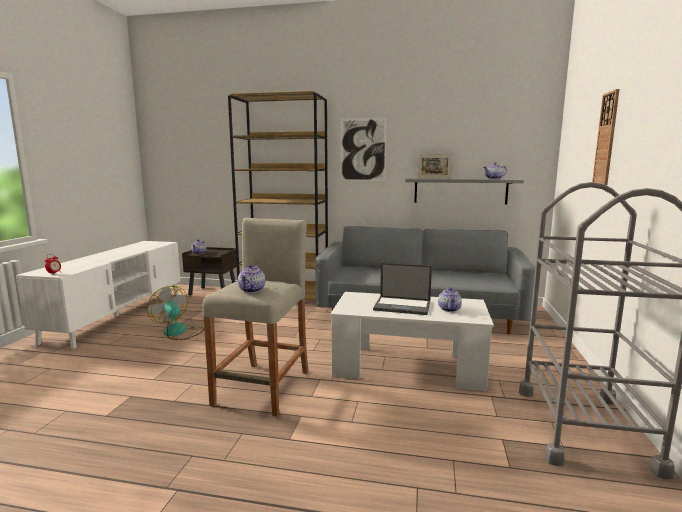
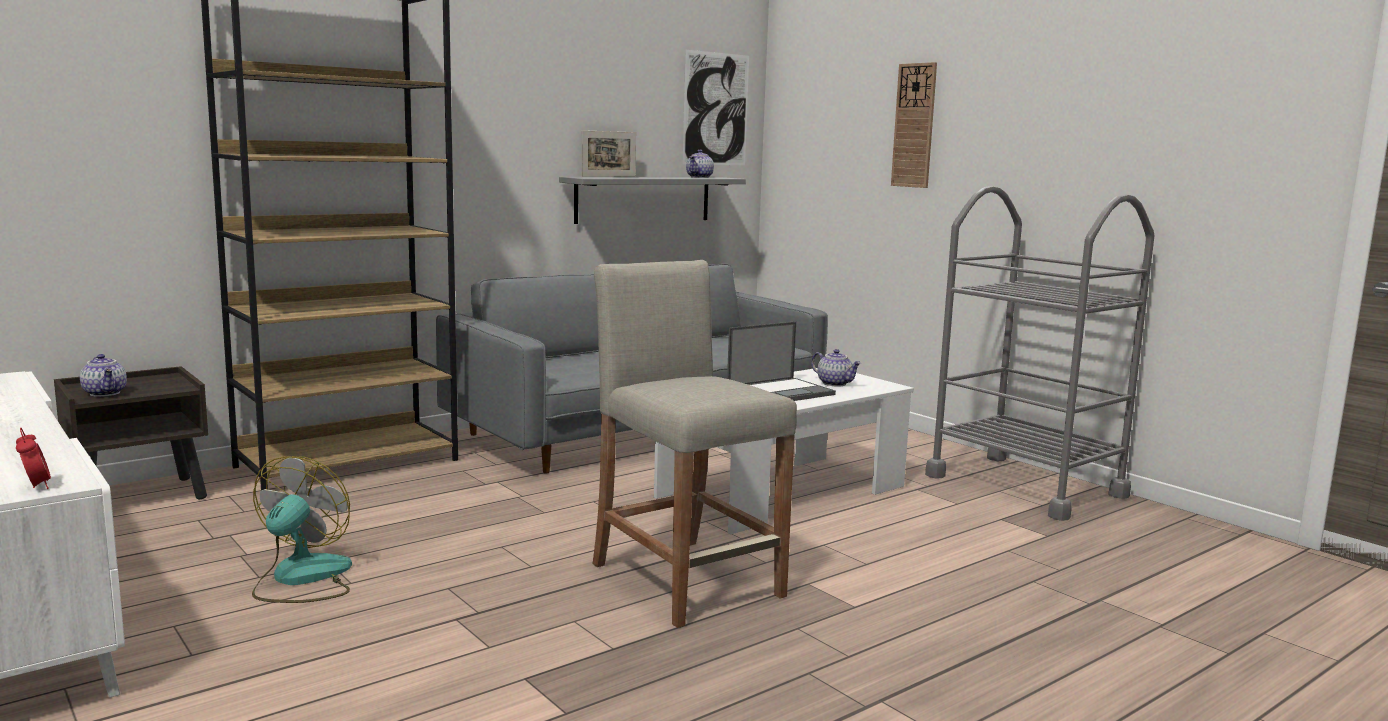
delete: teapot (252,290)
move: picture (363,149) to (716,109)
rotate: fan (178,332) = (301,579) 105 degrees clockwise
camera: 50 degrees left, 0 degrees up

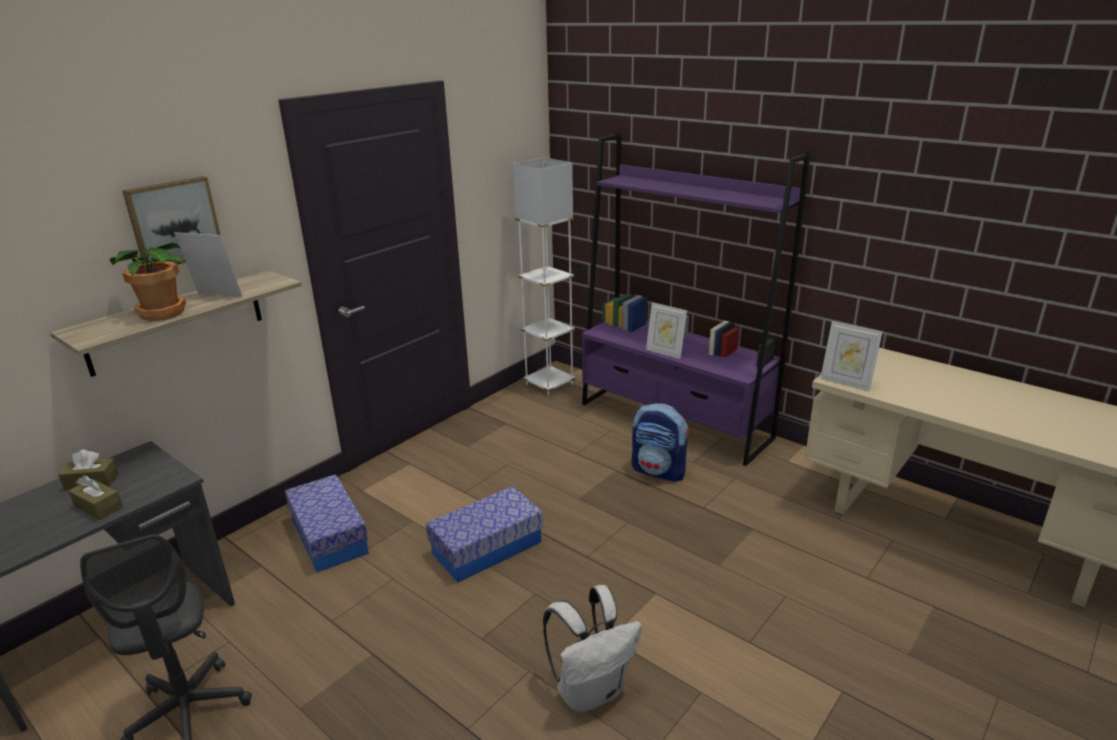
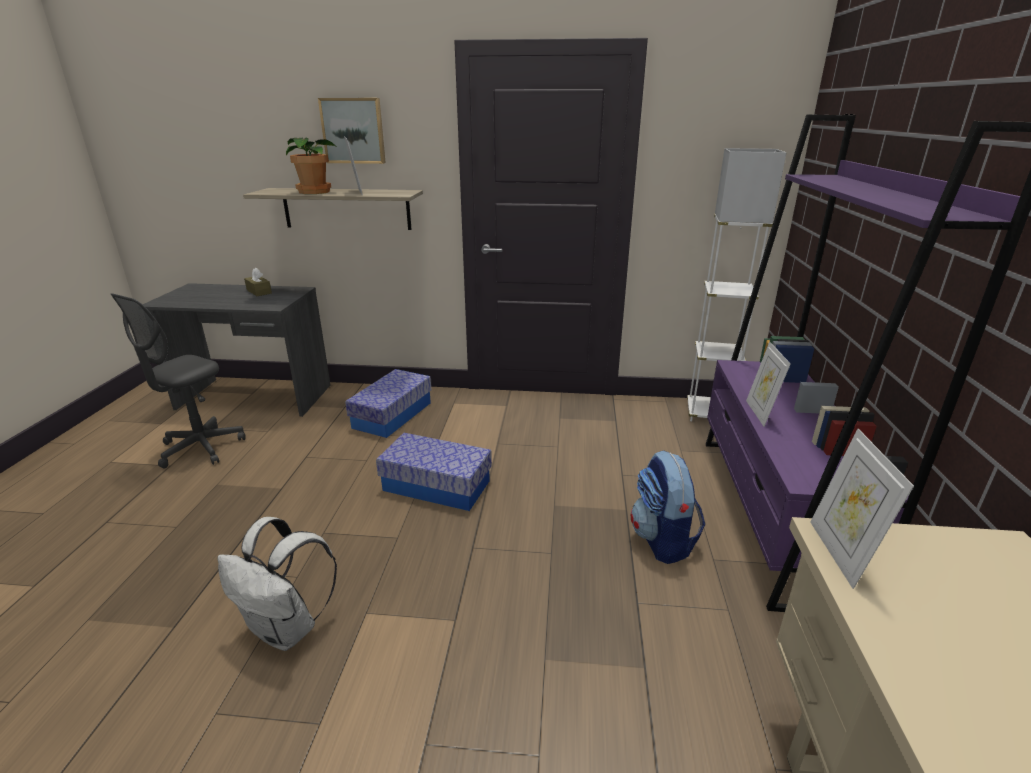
delete: brown_tissue_box (98,507)
camera: 55 degrees right, 0 degrees up

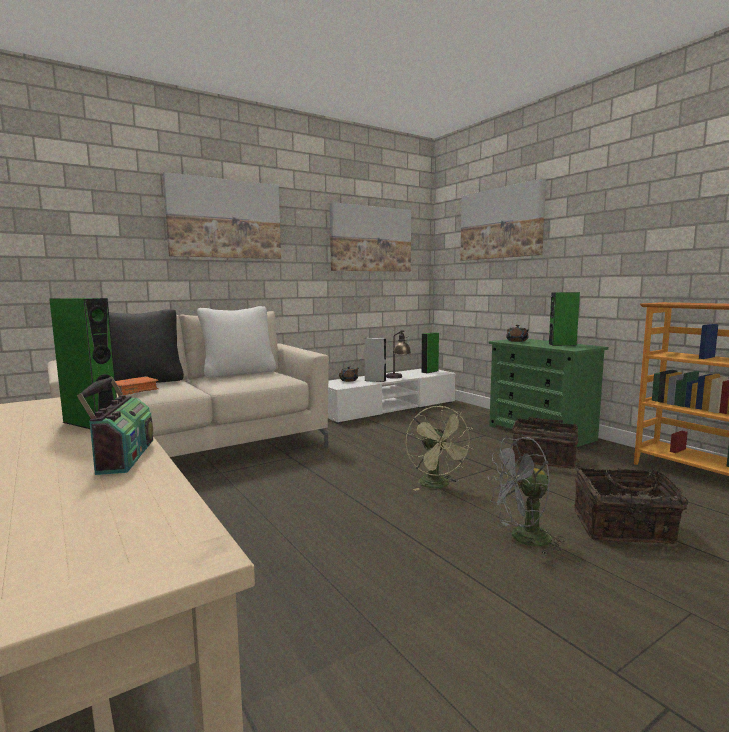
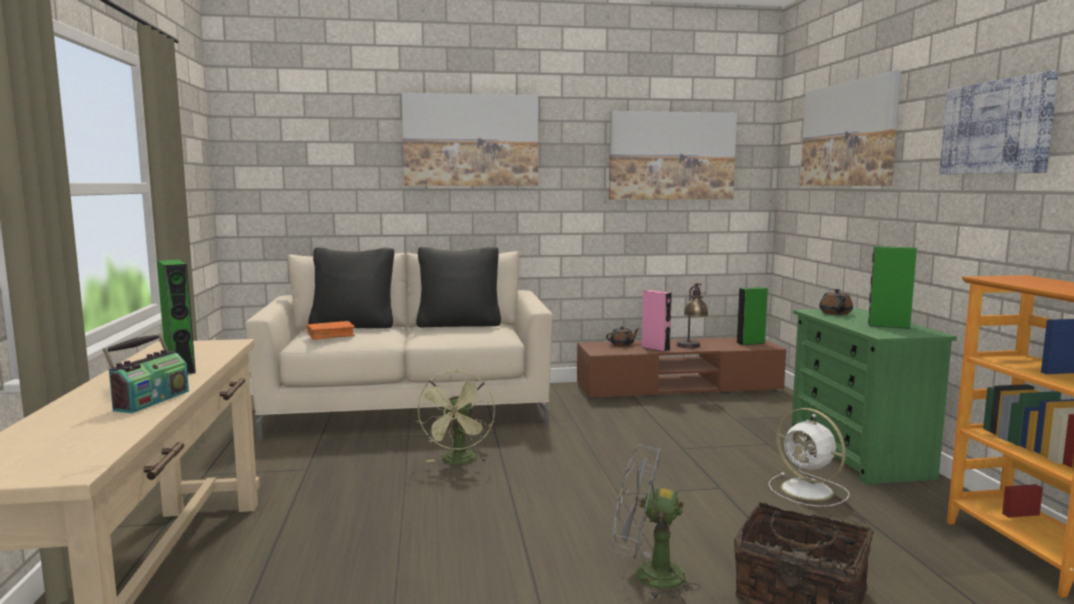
insert: picture (995,127)
move: green_fan (438,485) to (459,462)
replace: basket (543,460) to white_fan (809,491)
recolor: white_pillow (239,373) to black_pillow (459,324); grey_speaker (375,380) to pink_speaker (655,348); white_tv_stand (388,408) to brown_tv_stand (678,387)
camera: 25 degrees right, 0 degrees up

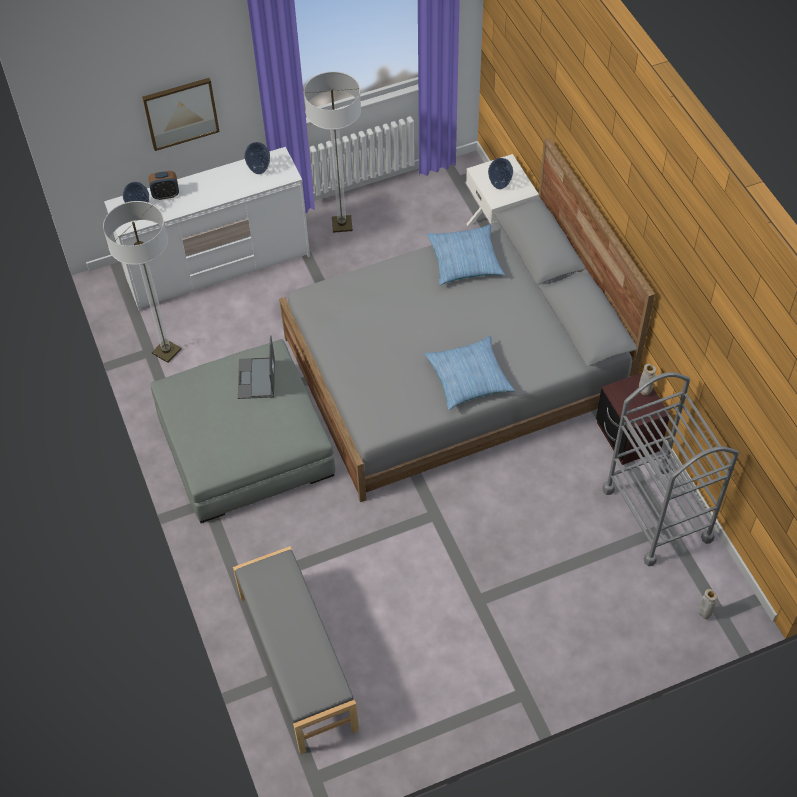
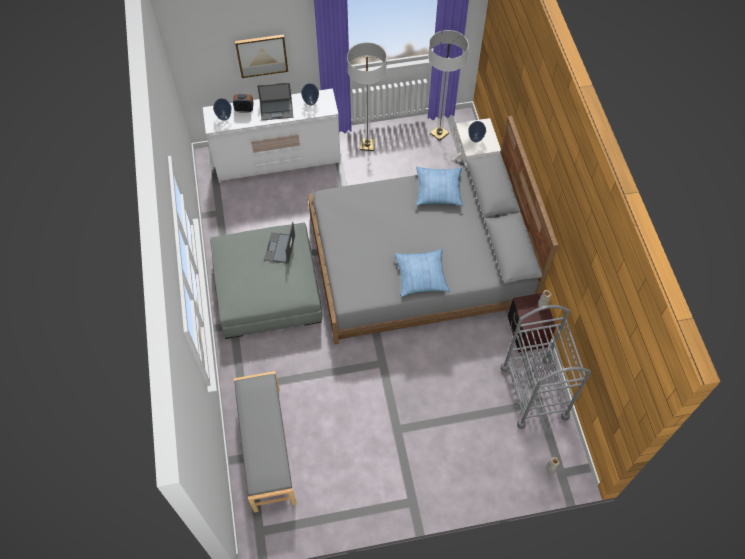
insert: laptop (277,109)
move: floor_lamp (166,351) to (439,133)
camera: 10 degrees right, 5 degrees up

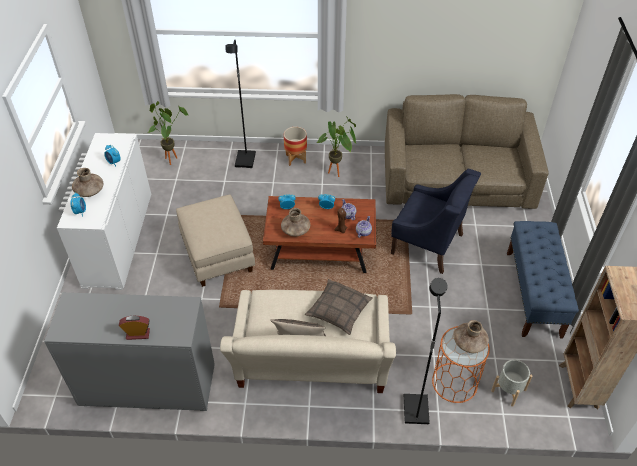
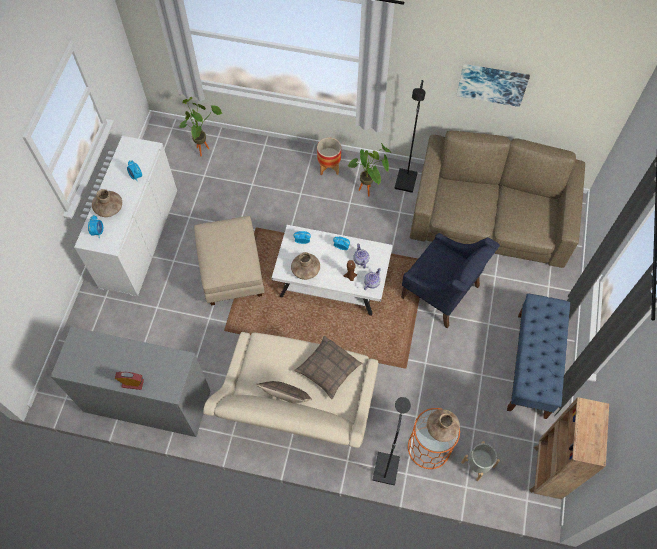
insert: picture (492,83)
move: black_floor_lamp (246,160) to (406,182)
recolor: brown_coffee_table (319,250) to white_coffee_table (331,282)
camera: 10 degrees right, 15 degrees up

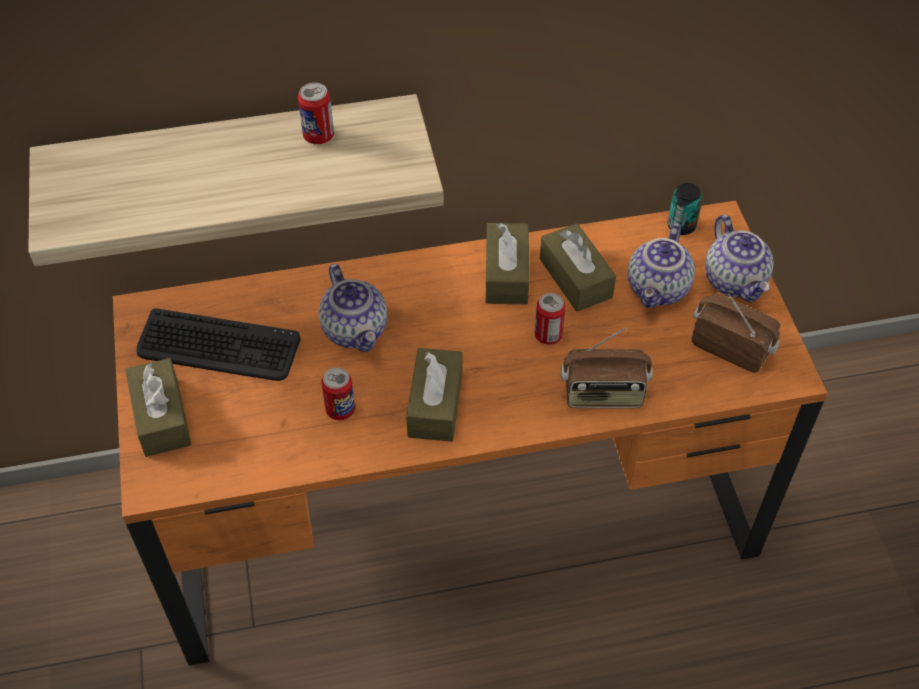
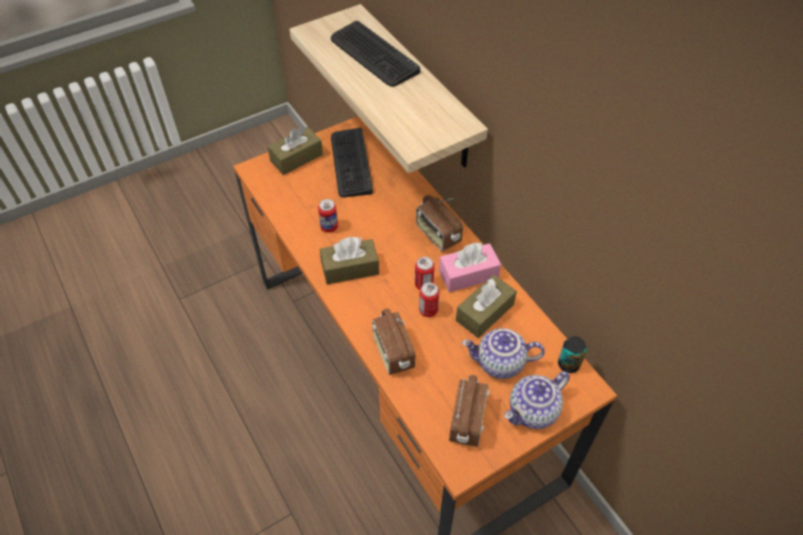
delete: teapot (356,330)
insert: keyboard (373,55); radio (437,235)
move: can (318,136) to (424,284)
recolor: brown_tissue_box (506,274) to pink_tissue_box (468,274)
camera: 70 degrees right, 0 degrees up

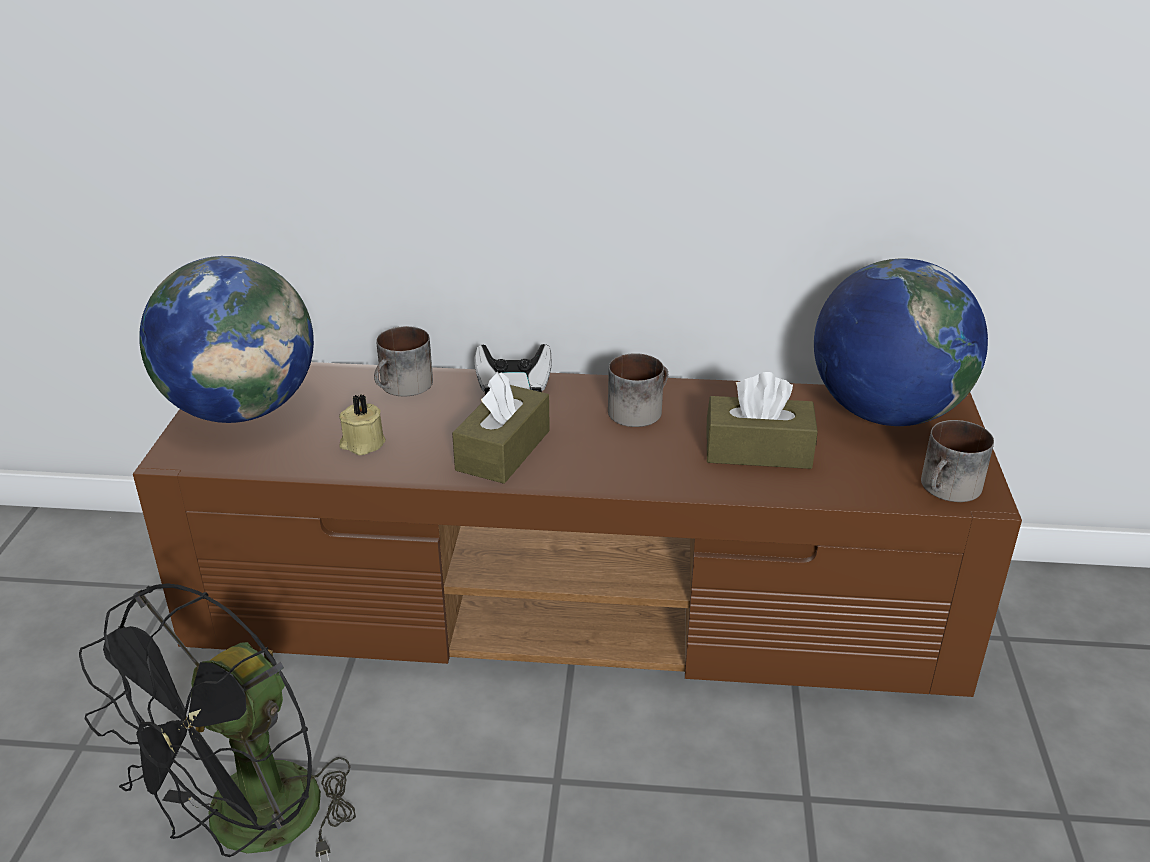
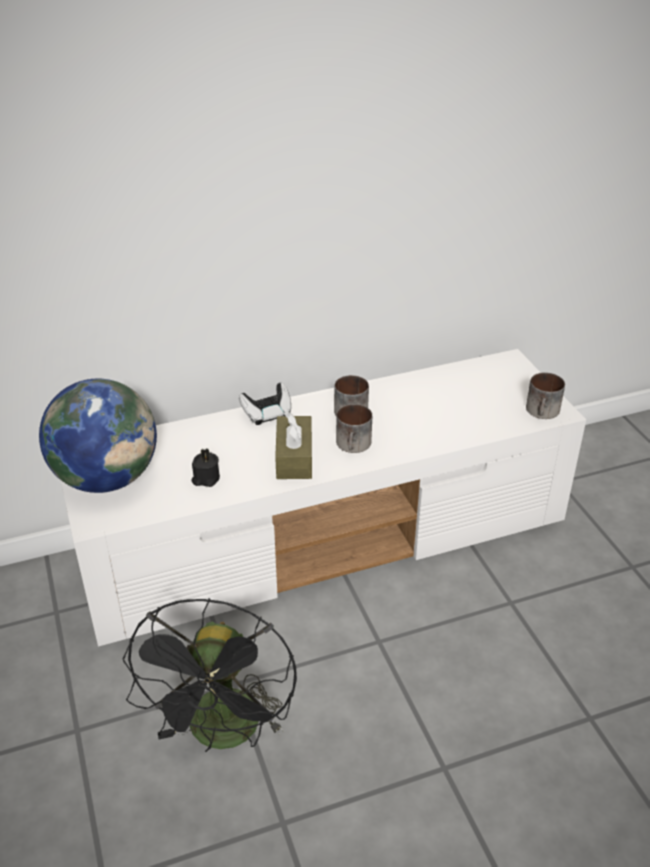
delete: globe (885,413); brown_tissue_box (758,450)
move: mug (403,387) to (354,445)
recolor: brown_tv_stand (580,608) to white_tv_stand (327,539); beige_candle (362,444) to black_candle (205,478)
camera: 25 degrees left, 5 degrees up

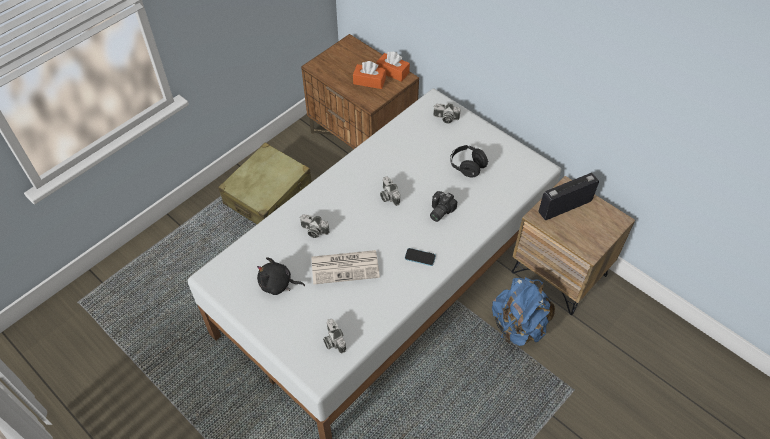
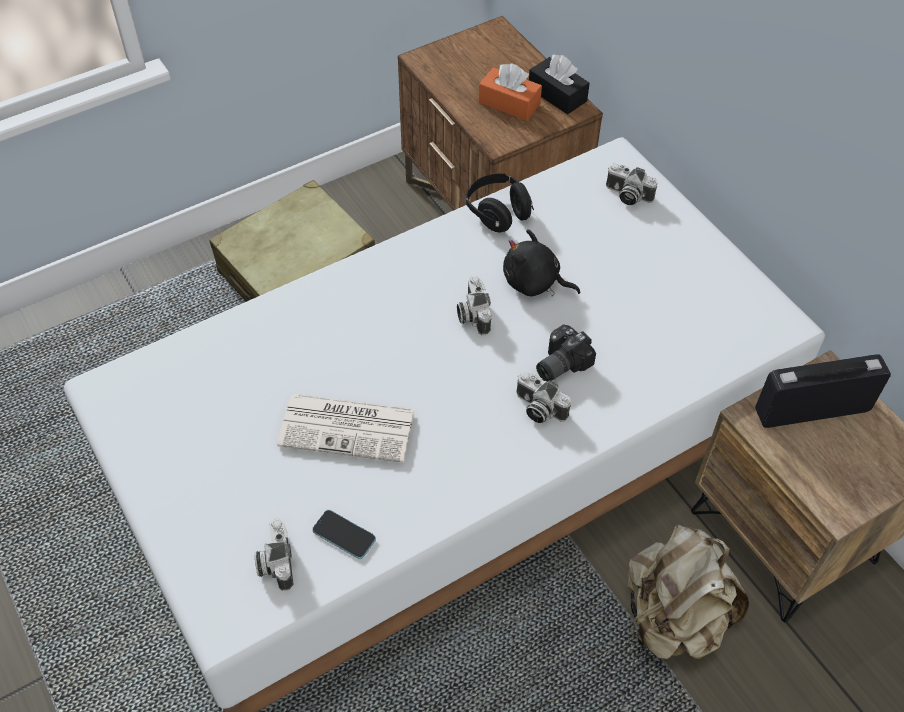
move: black_headphones (467,166) to (497,213); photo_camera (313,231) to (538,409); phone (420,257) to (344,535); black_plush_toy (278,284) to (534,283)
recolor: orange_tissue_box (393,72) to black_tissue_box (557,95); blue_backpack (518,326) to beige_backpack (673,618)
camera: 15 degrees right, 0 degrees up

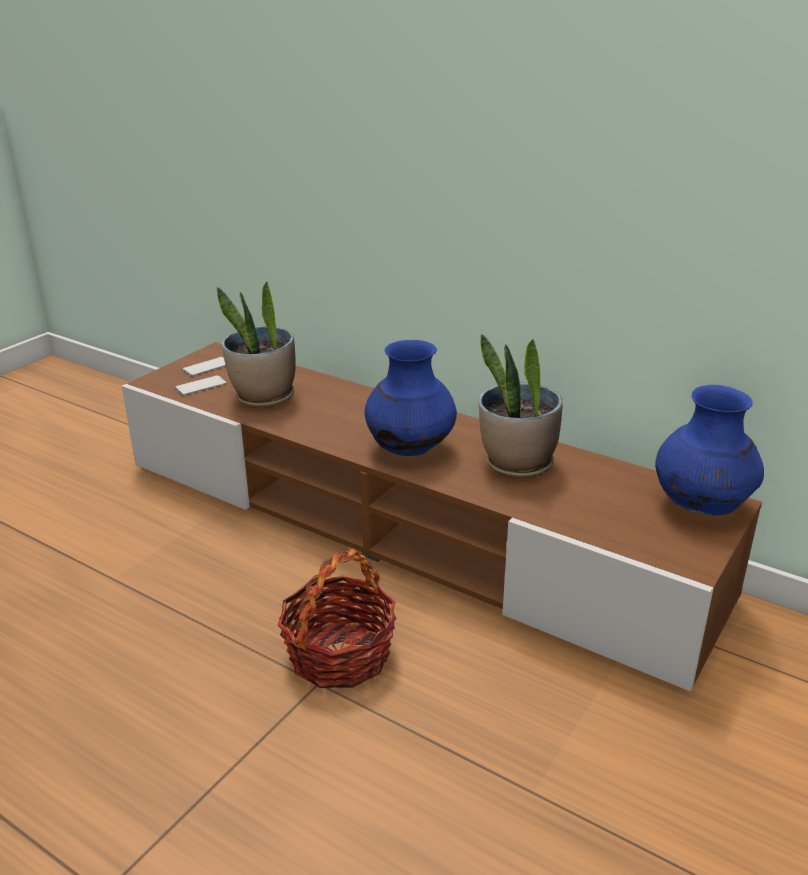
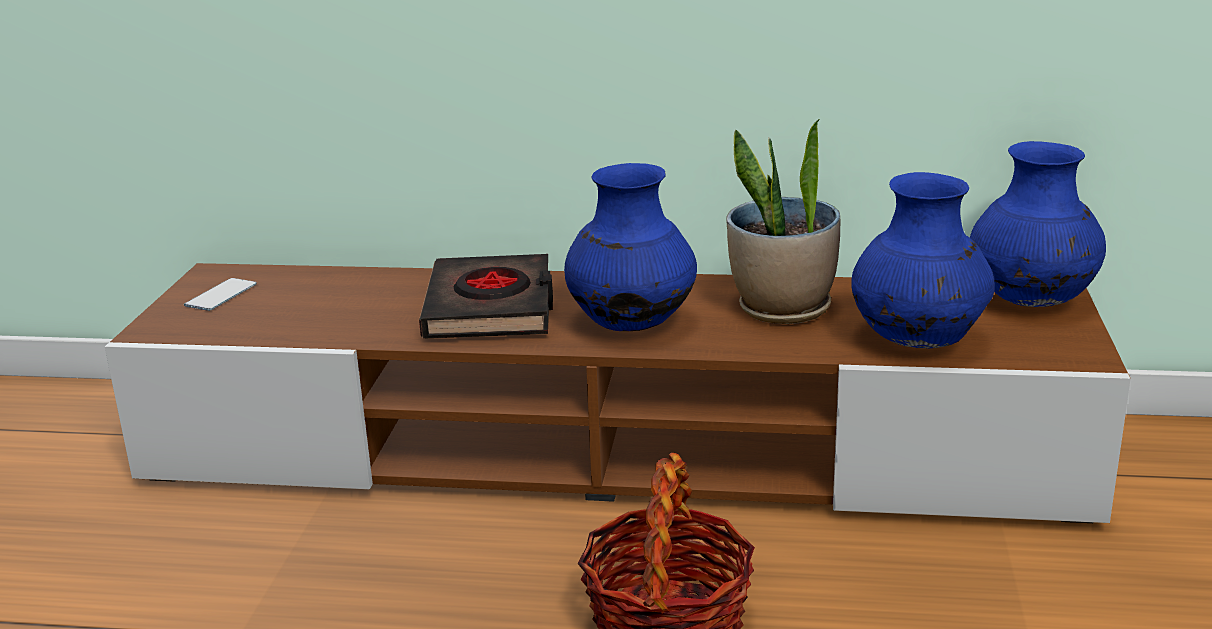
delete: potted_plant (264,397); phone (200,386)
insert: blue_vase (918,342); black_book (491,308)
camera: 25 degrees left, 5 degrees down

